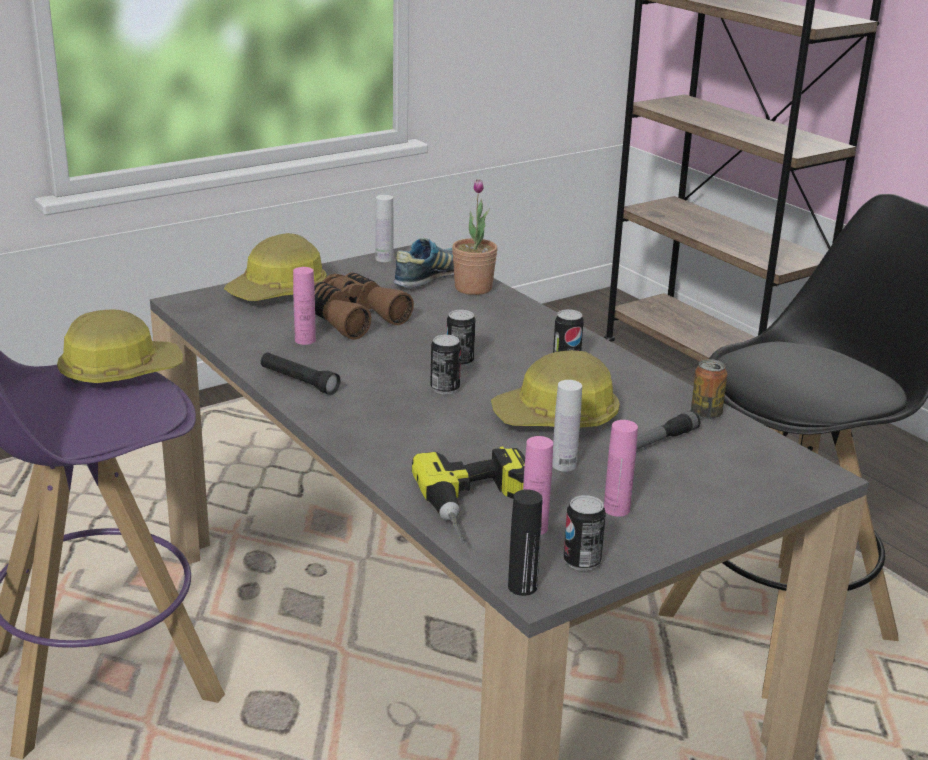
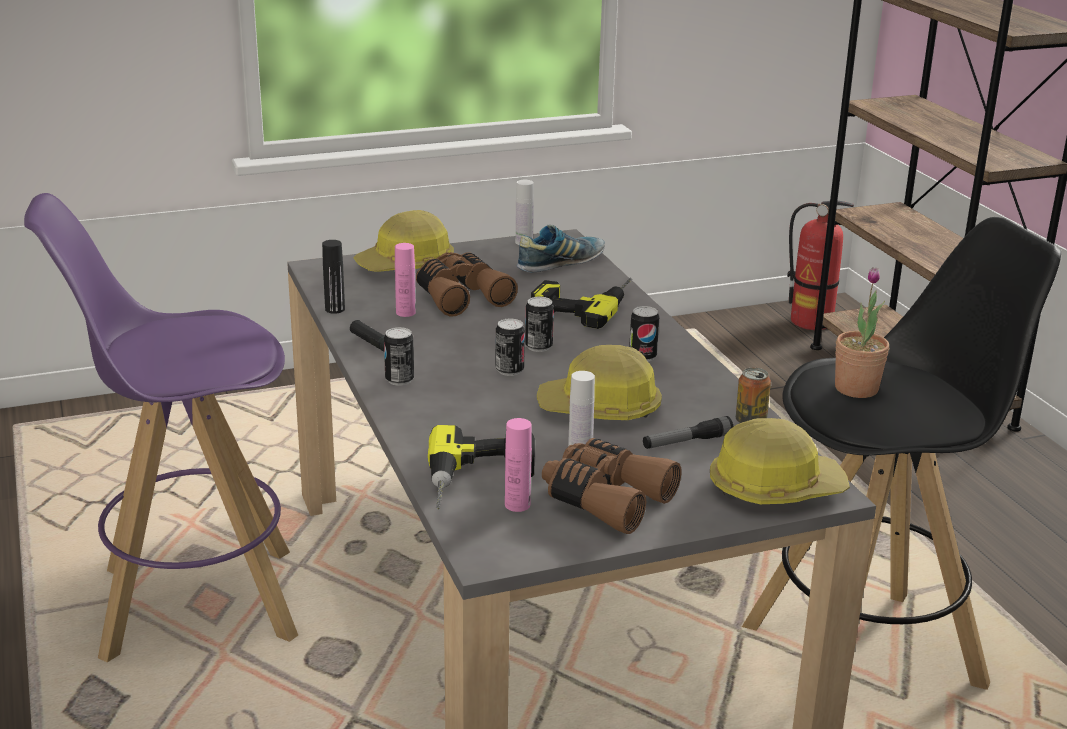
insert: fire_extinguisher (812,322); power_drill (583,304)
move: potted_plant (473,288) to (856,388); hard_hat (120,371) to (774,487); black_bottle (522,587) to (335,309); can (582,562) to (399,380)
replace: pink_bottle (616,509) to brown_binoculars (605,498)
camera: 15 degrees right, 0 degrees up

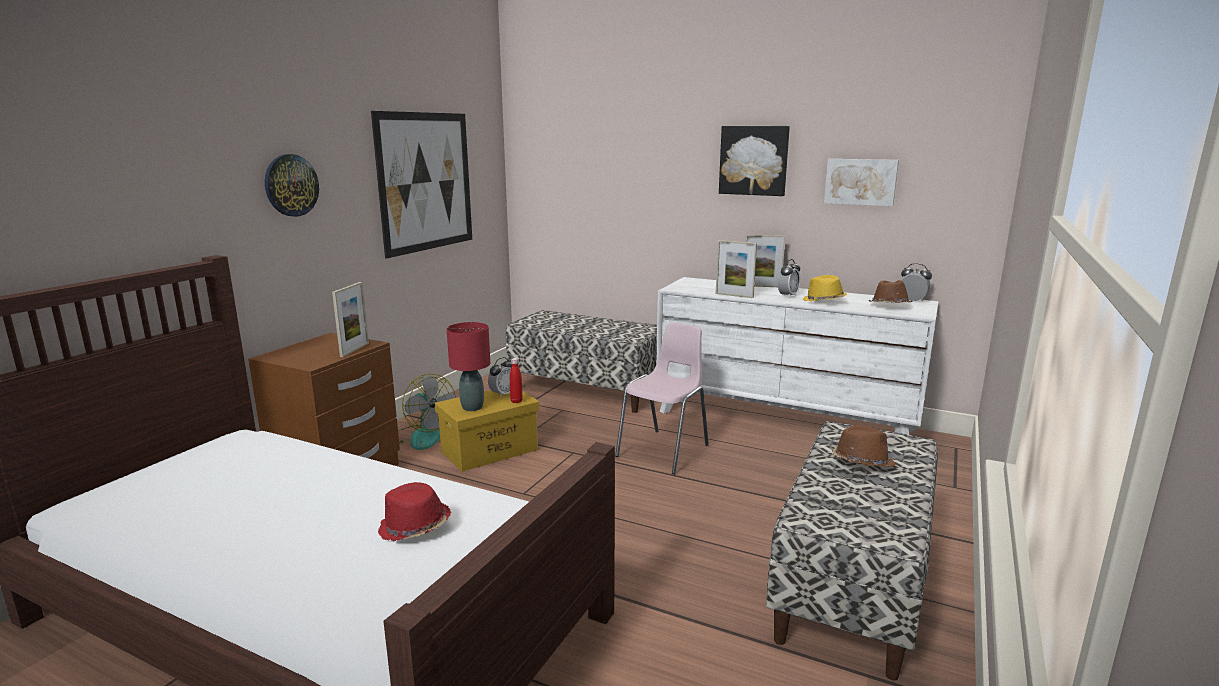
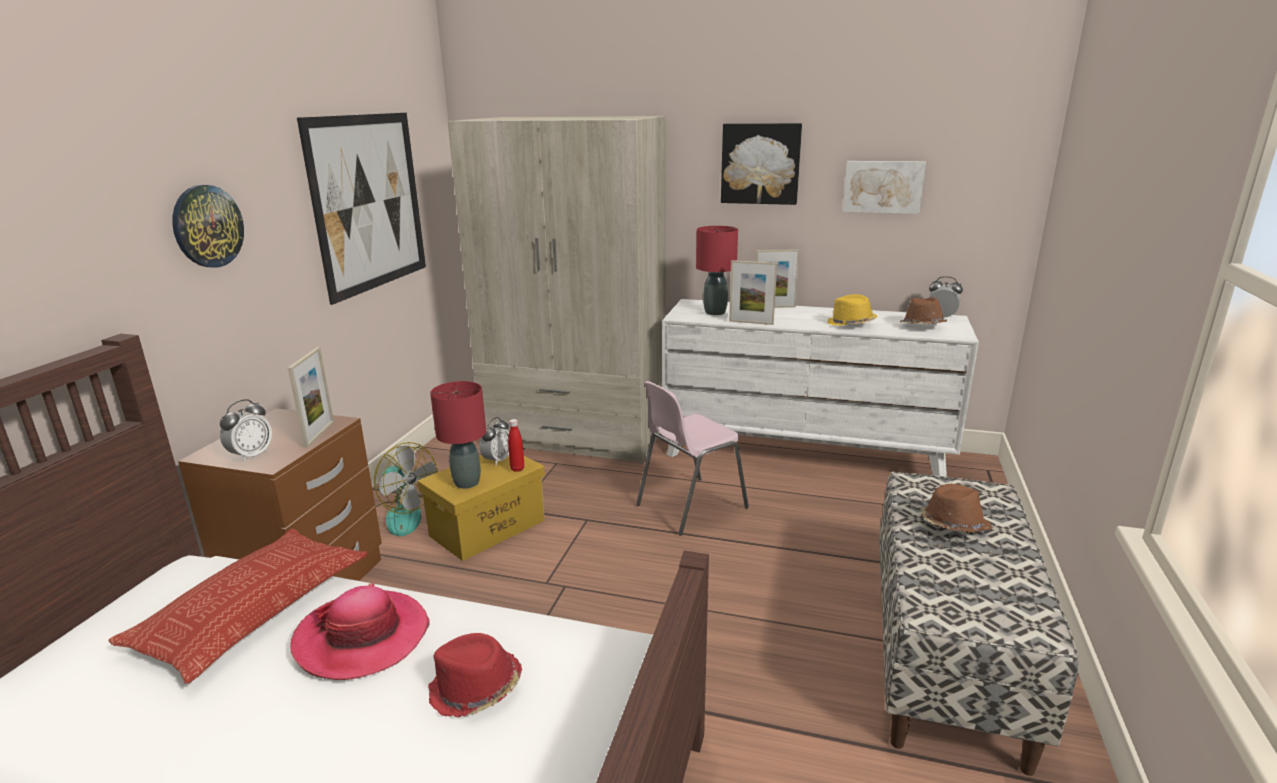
insert: red_table_lamp (715,312); pillow (252,609); hat (362,637)
move: alarm_clock (787,296) to (251,455)
replace: bench (586,390) to beige_wardrobe (576,435)
rotate: pink_chair (664,451) = (689,506) 150 degrees counterclockwise
camera: 10 degrees left, 5 degrees up

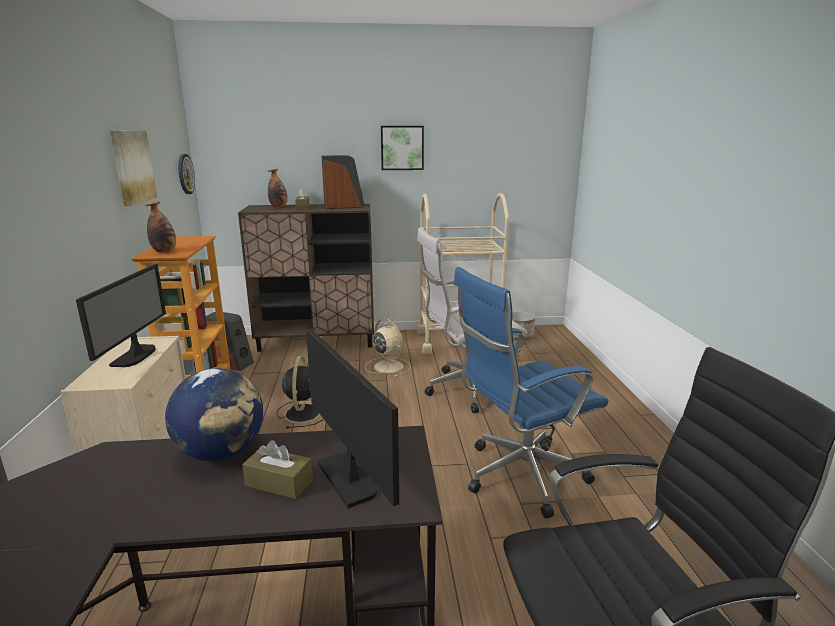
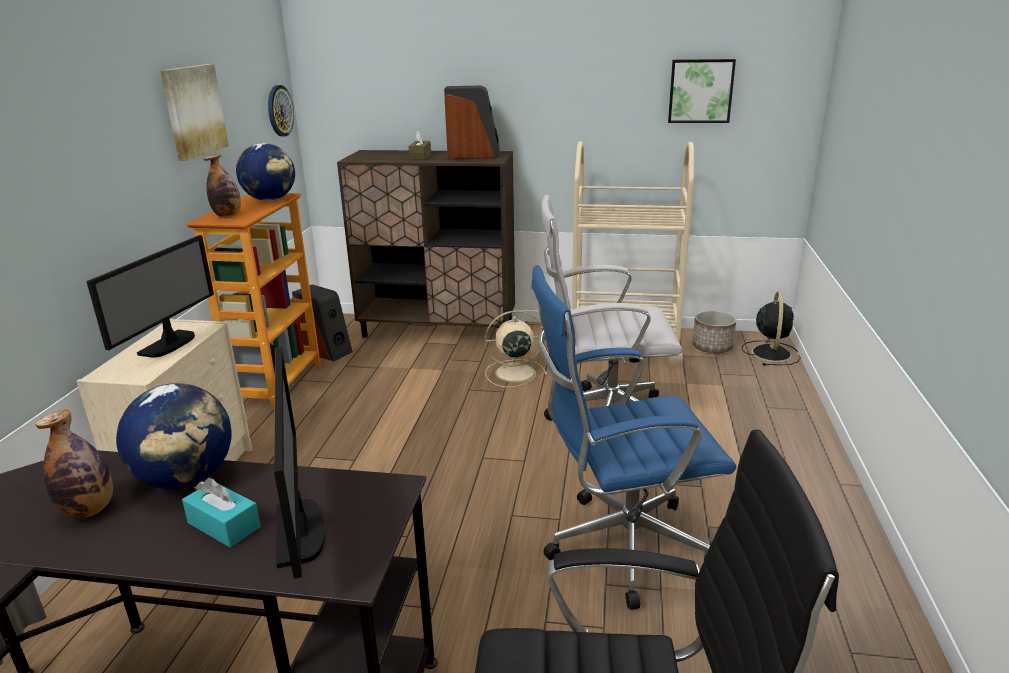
insert: globe (270,200)
move: picture (402,148) to (700,91); bottle (278,207) to (89,510); black_fan (303,412) to (771,352)
recolor: brown_tissue_box (279,483) to turquoise_tissue_box (224,525)
rotate: beige_fan (387,366) = (513,373) 75 degrees counterclockwise
camera: 15 degrees right, 5 degrees up

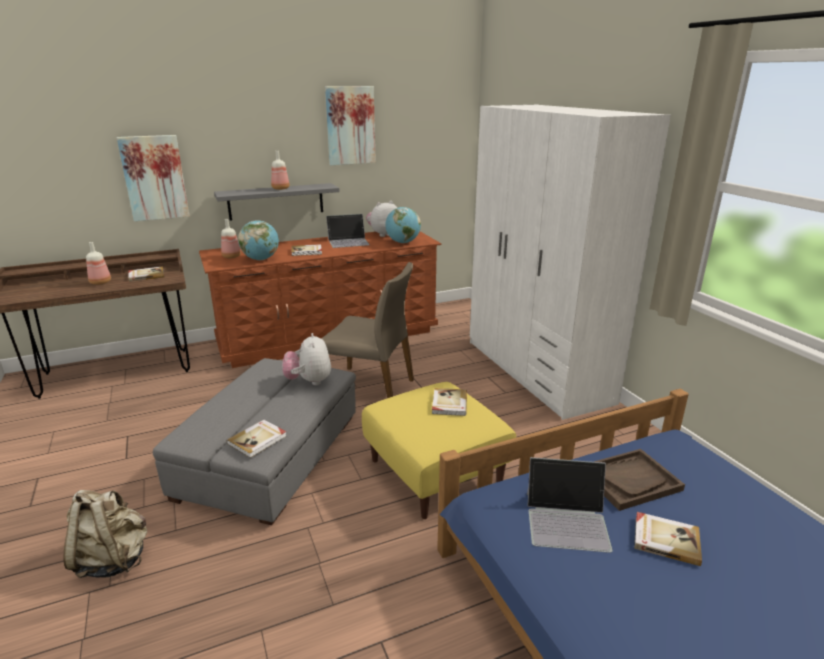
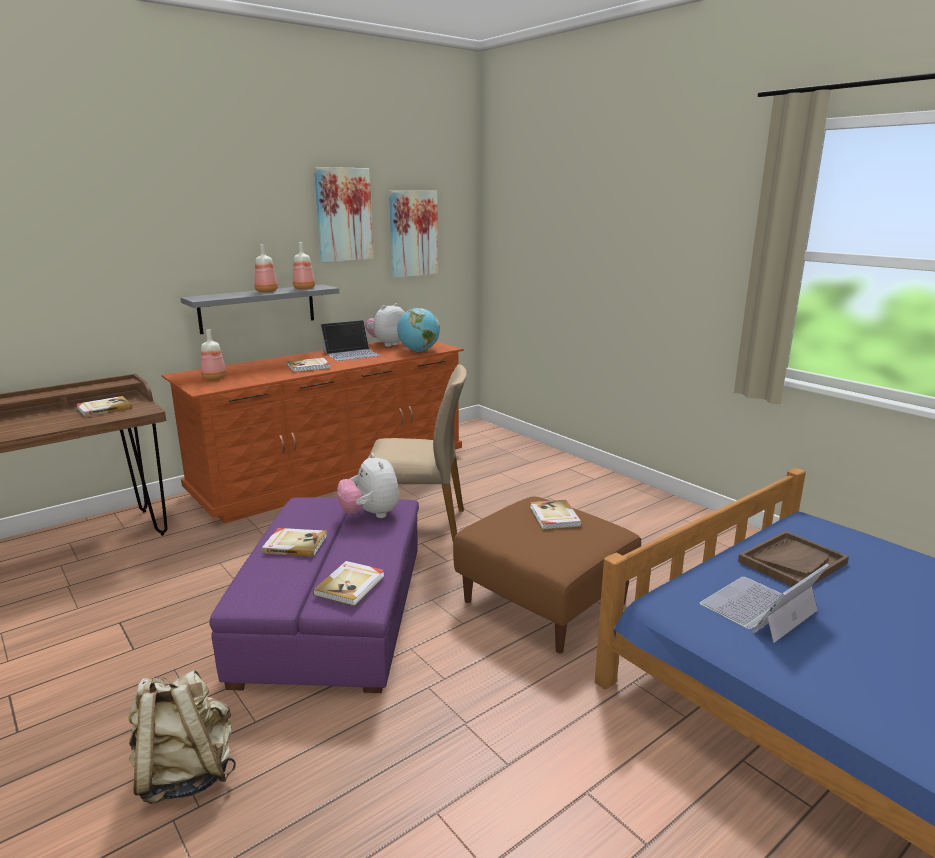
delete: white_wardrobe (536,371); globe (261,259)
move: picture (154,178) to (413,234); bottle (101,282) to (305,288); book (665,539) to (295,544)
recolor: grey_ottoman (271,455) to purple_ottoman (335,615); yellow_ottoman (436,471) to brown_ottoman (545,602)
rotate: laptop (567,520) = (759,608) 150 degrees clockwise
camera: 15 degrees left, 5 degrees down

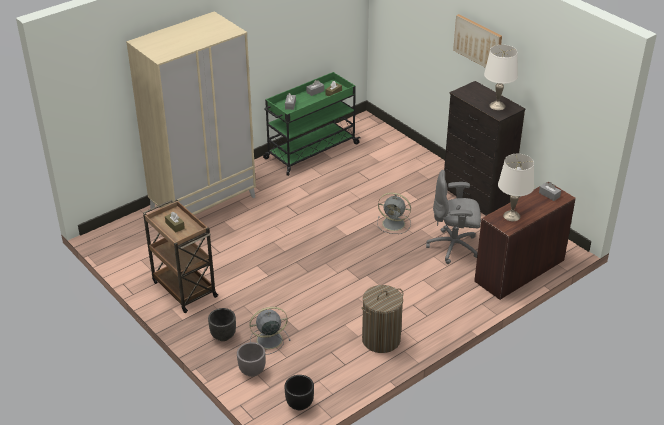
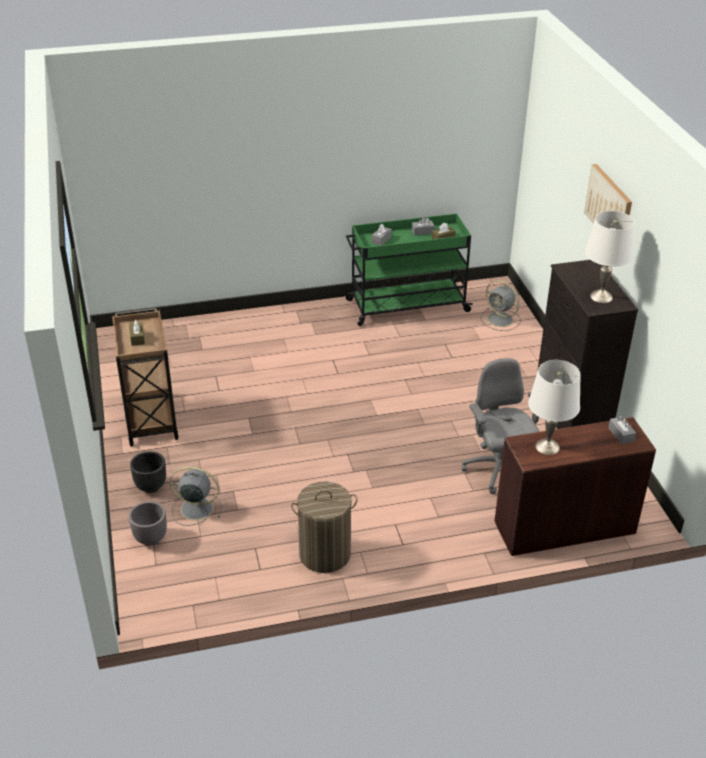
delete: beige_wardrobe (203,202); black_planter (300,404)
move: grey_fan (394,224) to (501,320)
rotate: grey_office_chair (454,247) = (498,470) 45 degrees clockwise
camera: 25 degrees right, 0 degrees up

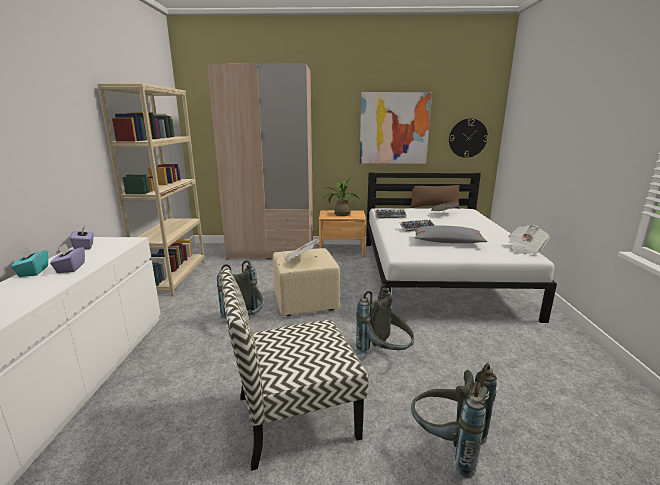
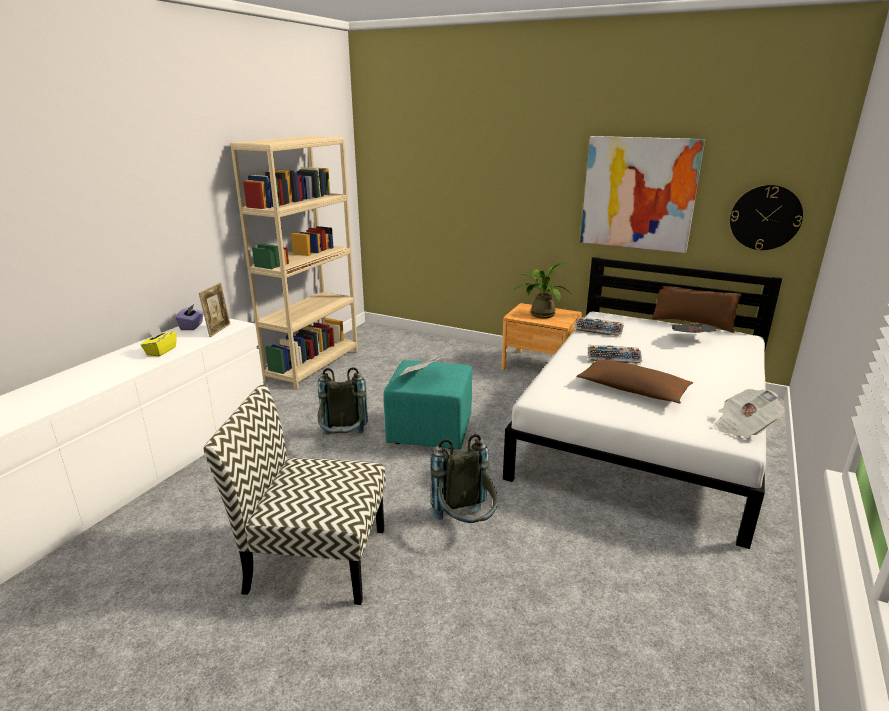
delete: beige_wardrobe (272,251); turquoise_tissue_box (33,272); grey_backpack (446,446)
insert: picture_frame (218,330)
recolor: grey_pillow (447,242) to brown_pillow (632,390); purple_tissue_box (70,268) to yellow_tissue_box (161,351); beige_ottoman (306,302) to turquoise_ottoman (431,431)
camera: 25 degrees right, 5 degrees up

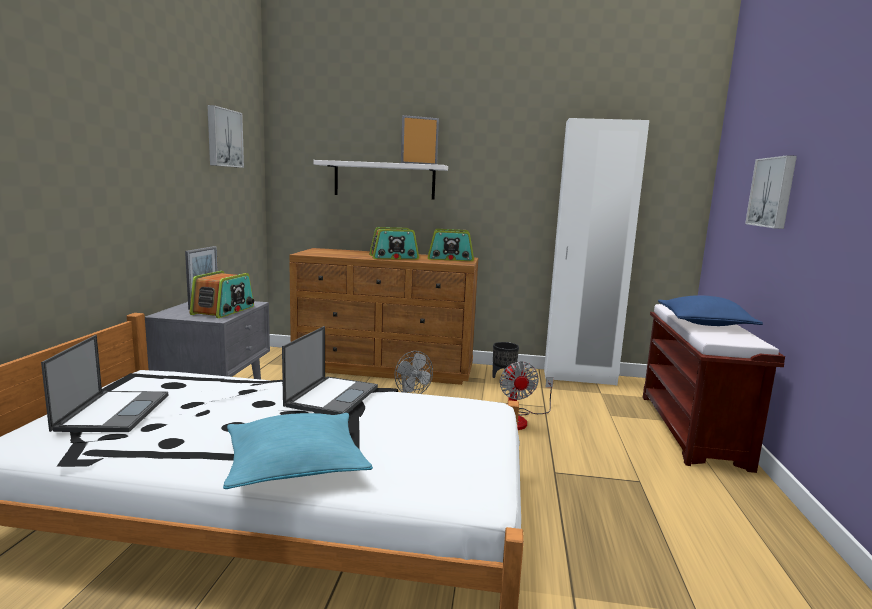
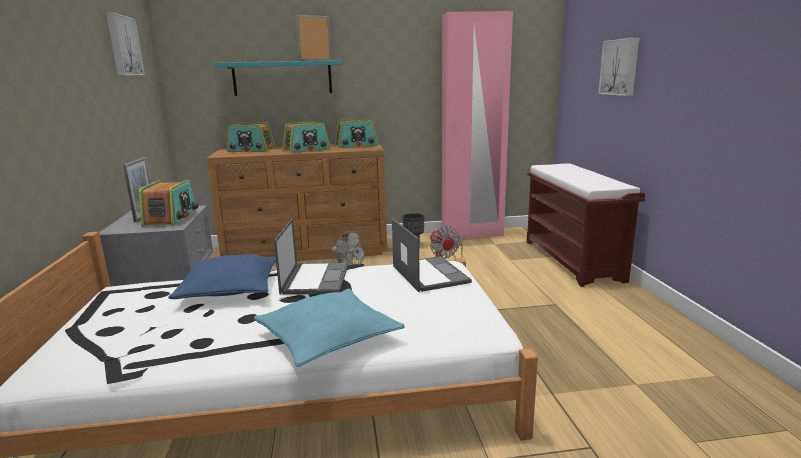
insert: radio (251,150)
move: blue_pillow (704,323) to (230,289); laptop (113,411) to (429,274)
recolor: white_wardrobe (579,378) to pink_wardrobe (472,234); white_shelf (384,180) to turquoise_shelf (282,78)
camera: 15 degrees left, 5 degrees up

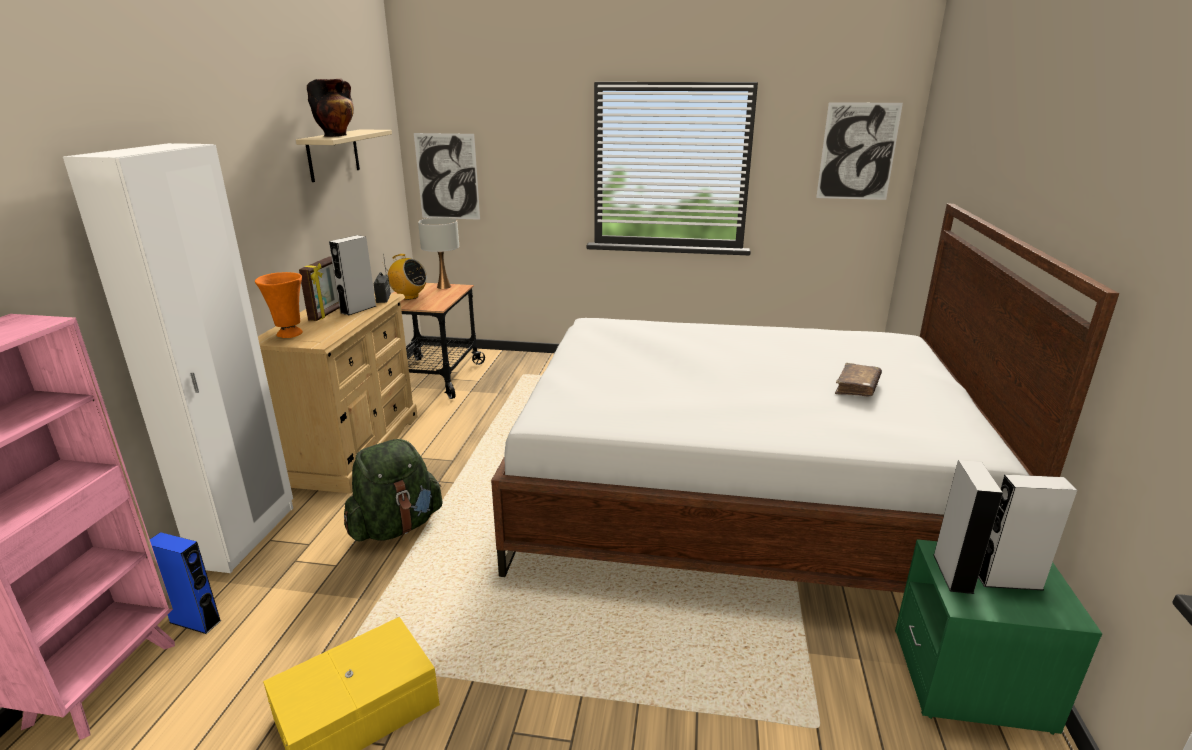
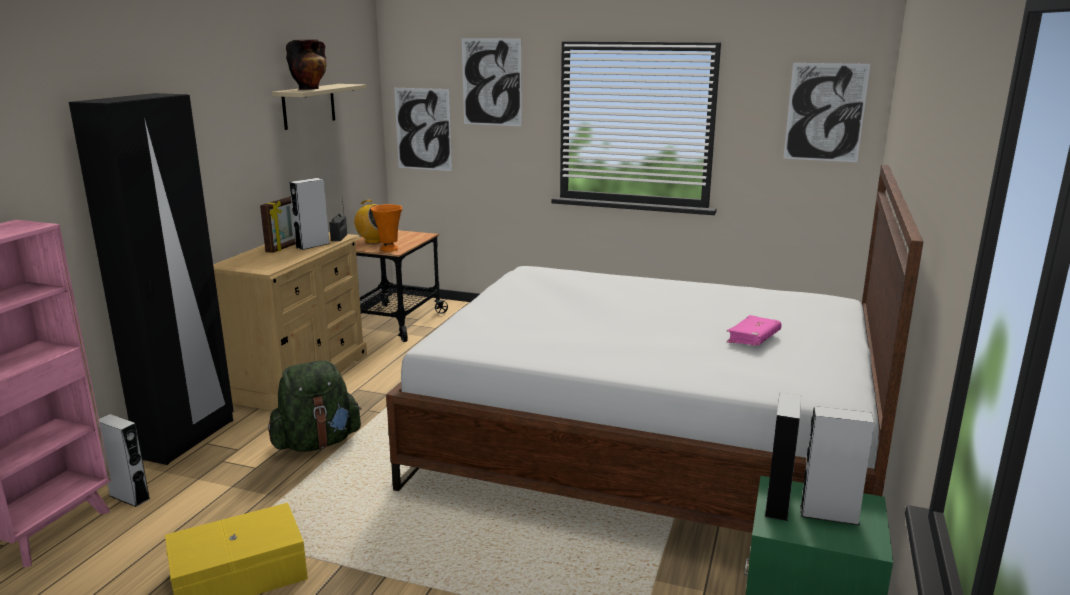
delete: white_table_lamp (444,287)
insert: picture (491,82)
move: orange_vase (289,334) to (389,249)
recolor: white_wardrobe (246,536) to black_wardrobe (187,439); brown_book (857,387) to pink_book (753,338); blue_speaker (195,621) to grey_speaker (129,497)
camera: 10 degrees right, 5 degrees down

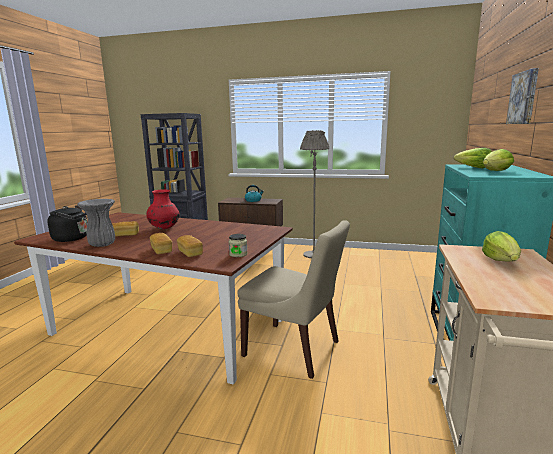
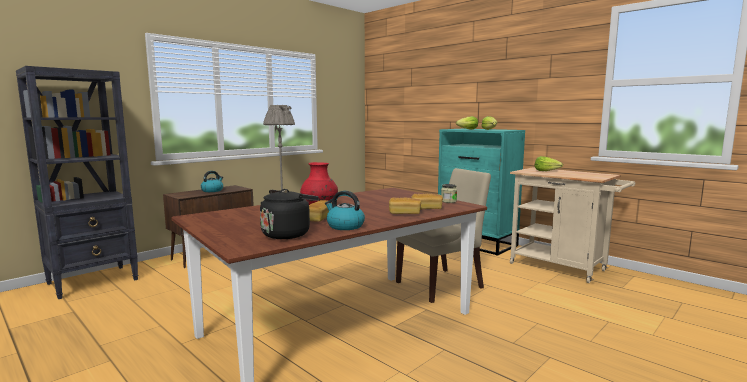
delete: picture (524,98)
replace: grey_vase (101,244) to kettle (344,226)
camera: 60 degrees left, 5 degrees down

